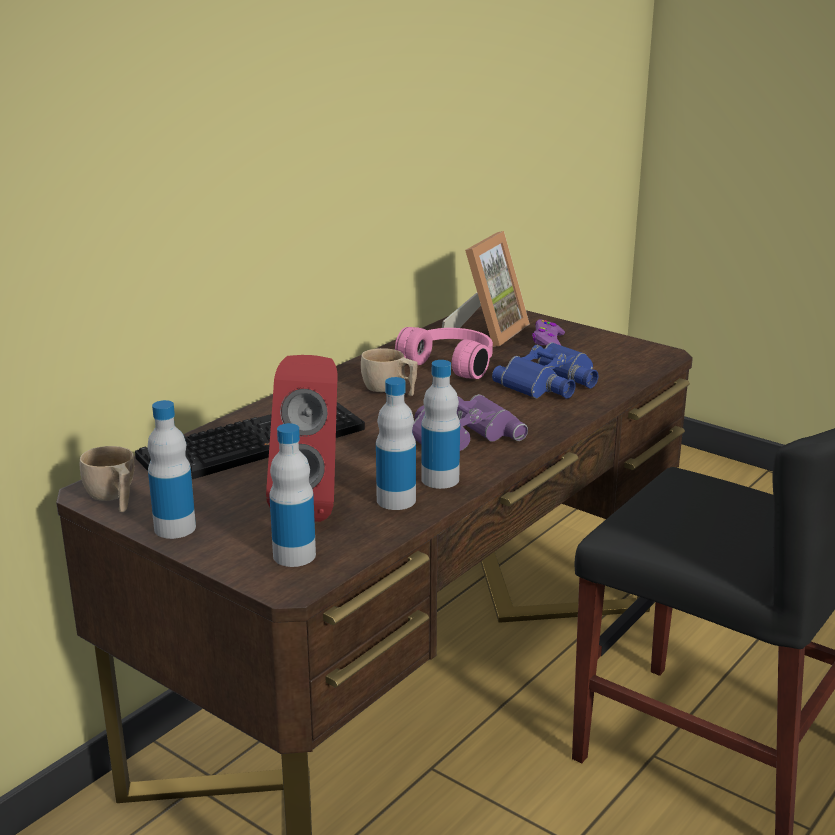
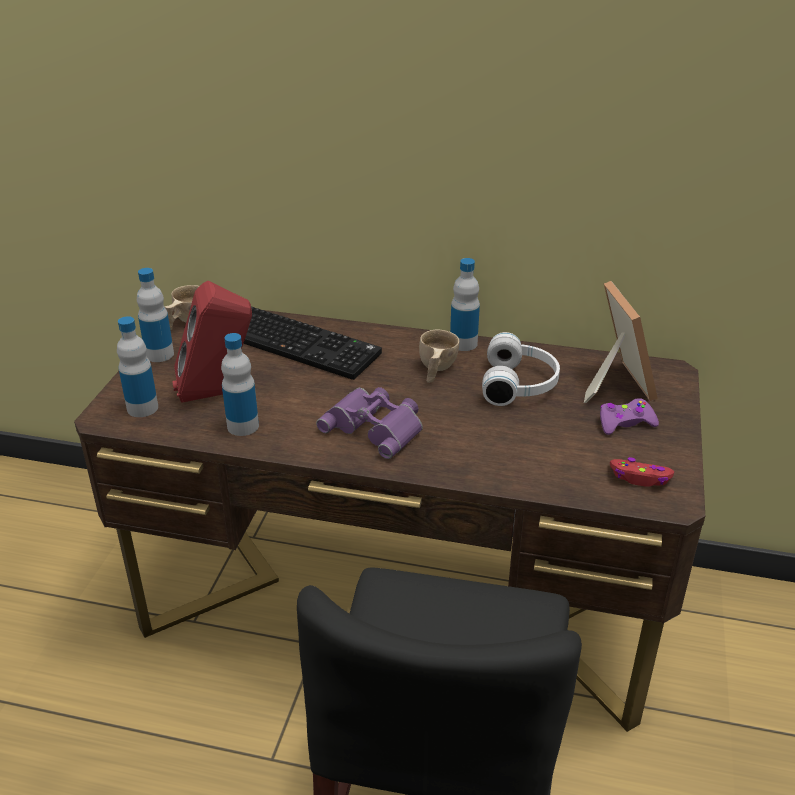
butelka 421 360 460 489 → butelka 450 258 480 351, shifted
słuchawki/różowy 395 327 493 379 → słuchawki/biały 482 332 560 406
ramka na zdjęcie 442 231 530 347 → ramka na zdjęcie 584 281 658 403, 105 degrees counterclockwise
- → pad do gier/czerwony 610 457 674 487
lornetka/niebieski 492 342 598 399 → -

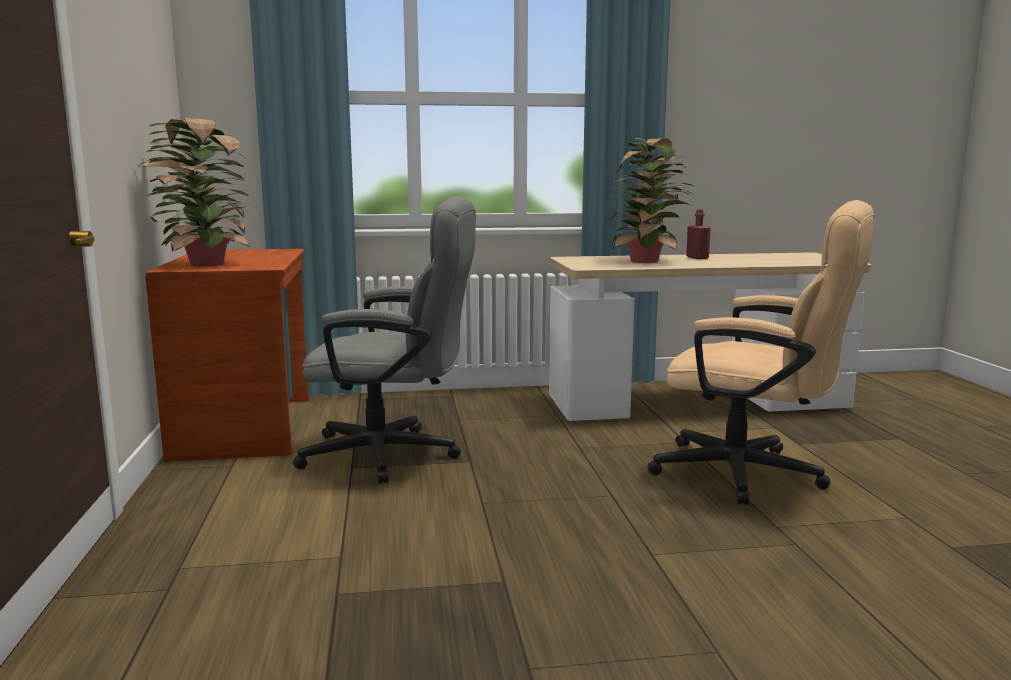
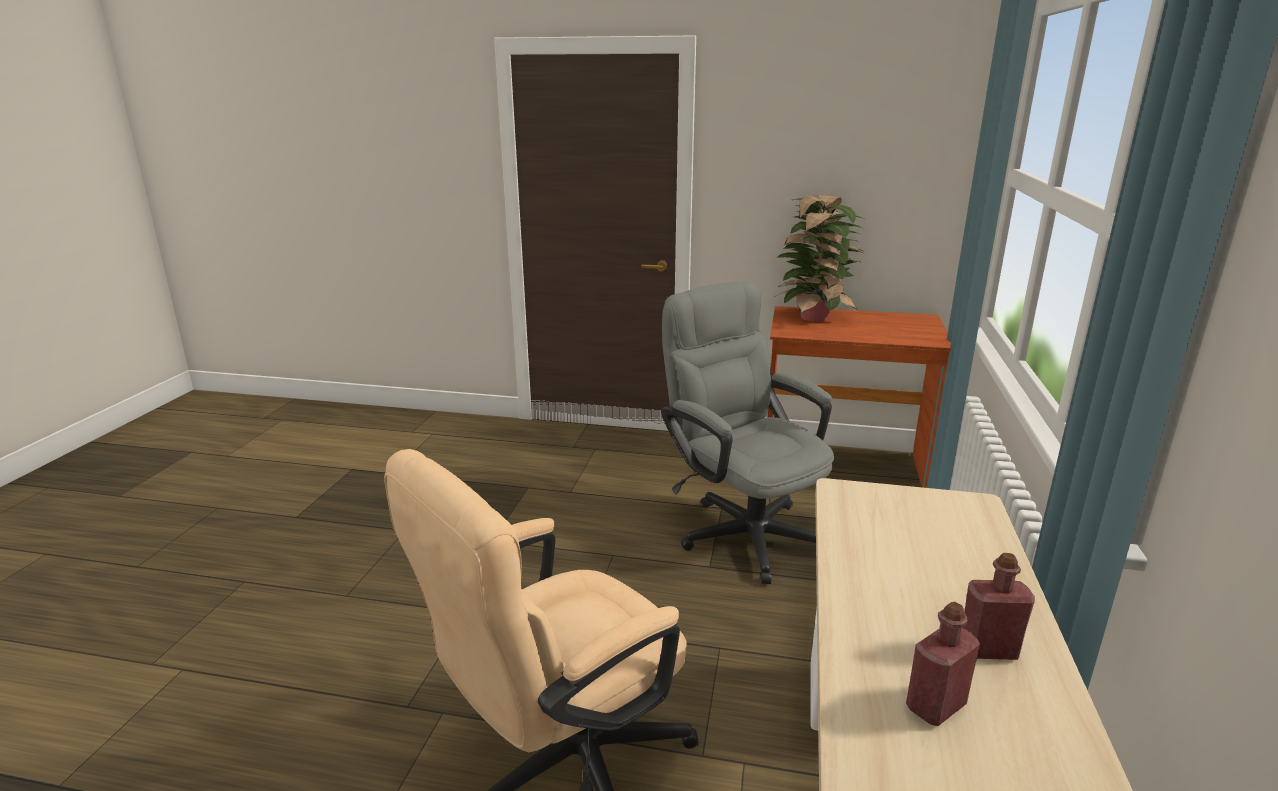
krzesło biurowe/szary 293 196 476 484 → krzesło biurowe/szary 661 281 834 584, 120 degrees clockwise
- → butelka/czerwony 906 602 980 726
roślina doniczkowa 611 138 693 263 → -

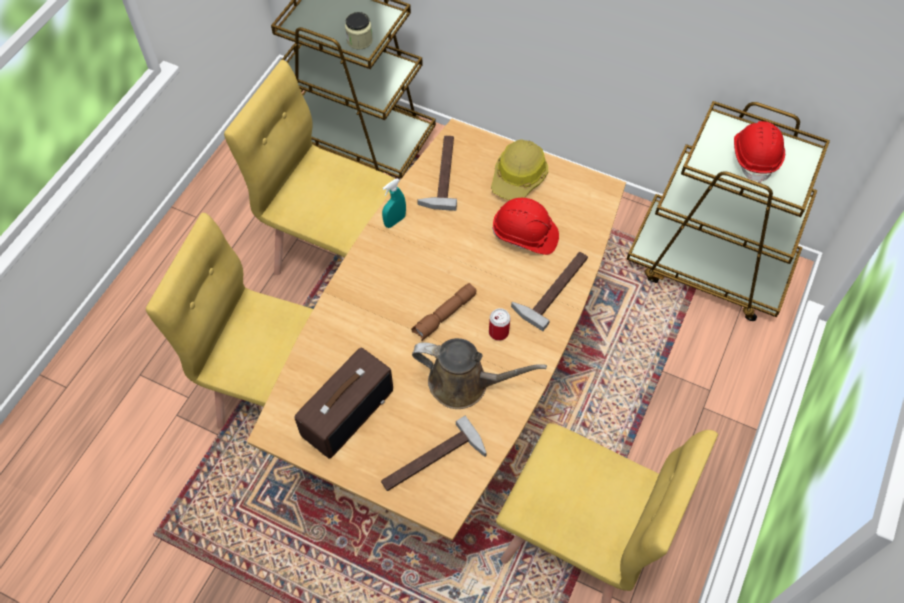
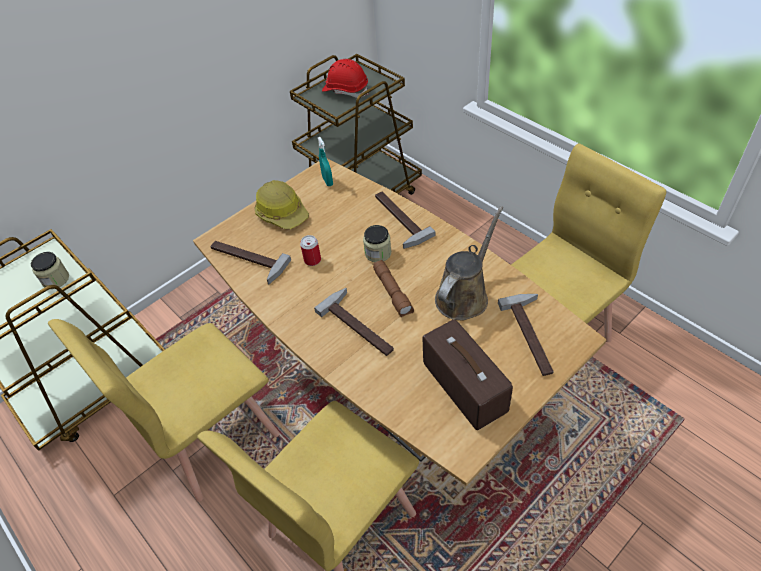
puszka 489 308 510 341 → puszka 300 235 321 266, shifted
- → młotek 314 288 394 356
spryskiwacz/turkusowy 382 178 406 228 → spryskiwacz/turkusowy 317 137 333 186, shifted
- → słoik 363 225 391 262
kask/czerwony 492 198 559 255 → -

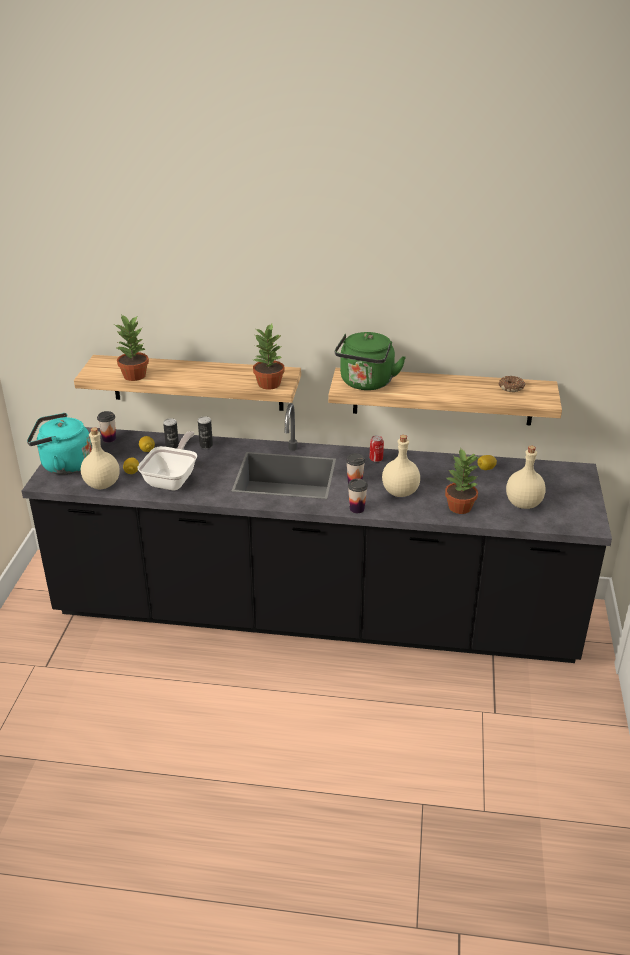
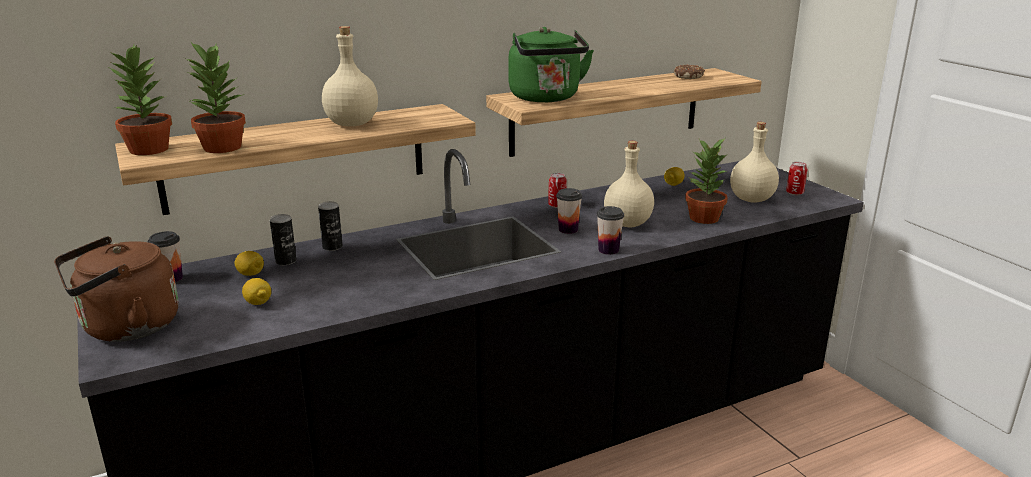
czajnik/turkusowy 27 413 92 475 → czajnik/brązowy 54 236 179 342
roślina doniczkowa 253 324 285 390 → roślina doniczkowa 109 45 172 155, shifted
butelka/beżowy 81 428 120 489 → butelka/beżowy 322 26 378 126, shifted
- → puszka 786 162 807 195
patelnia 137 431 197 490 → -

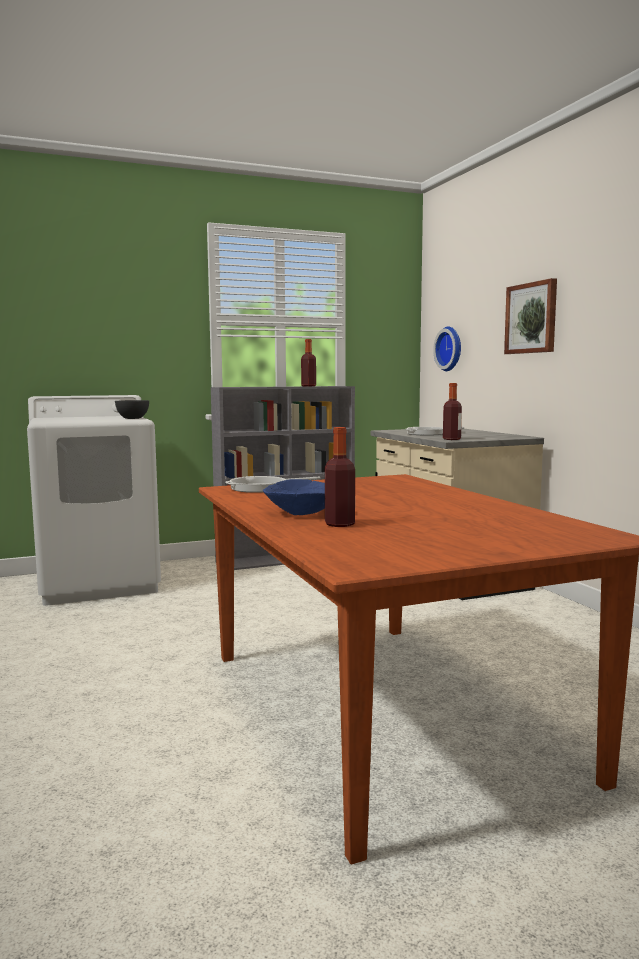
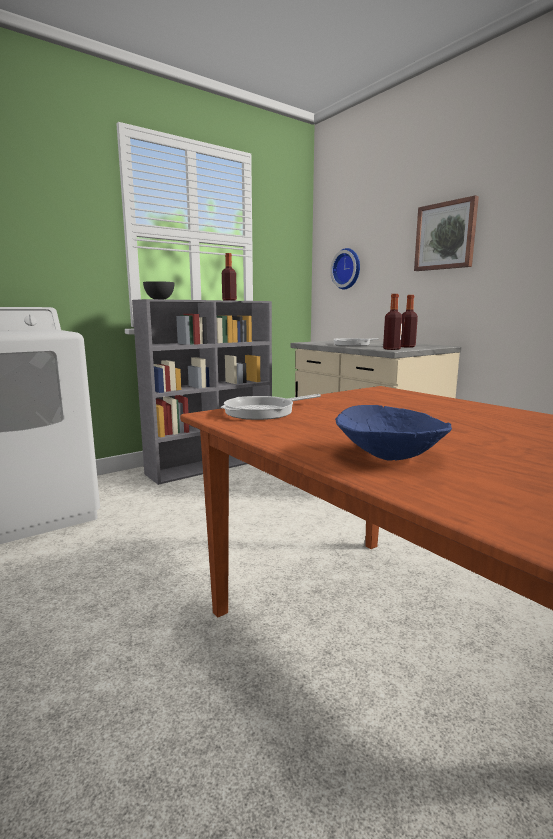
miska/szary 115 400 149 419 → miska/szary 143 281 174 299, shifted
butelka 325 427 355 527 → butelka 401 295 418 348, shifted

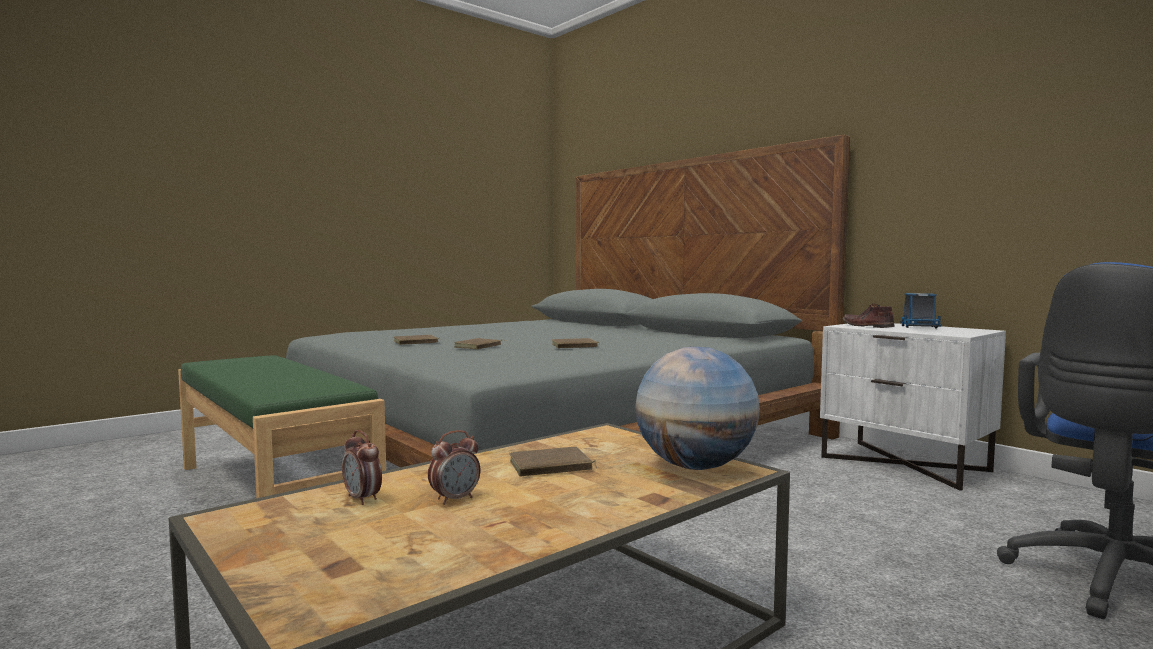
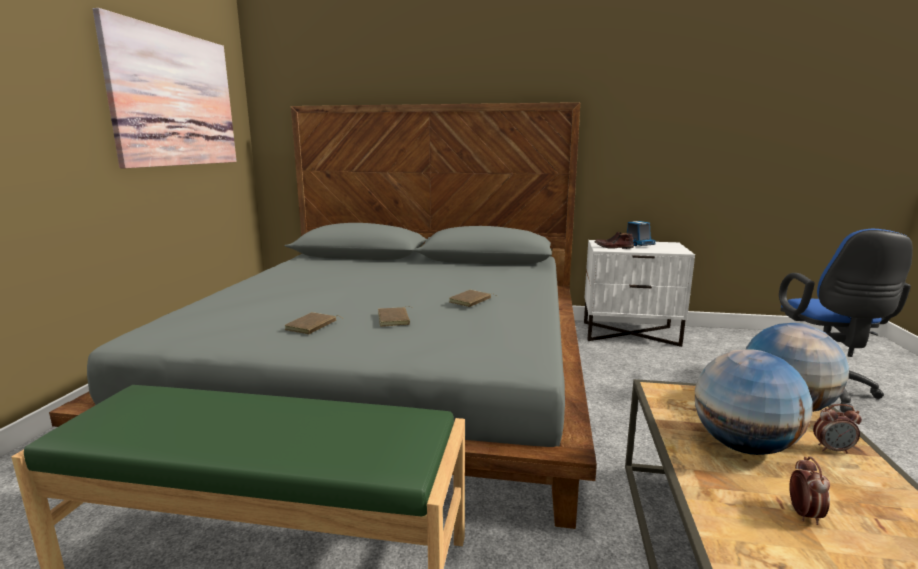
- → obraz 93 8 237 168
książka/brązowy 509 447 597 477 → globus 695 349 813 455
budzik 342 430 382 505 → budzik 813 404 862 453, shifted

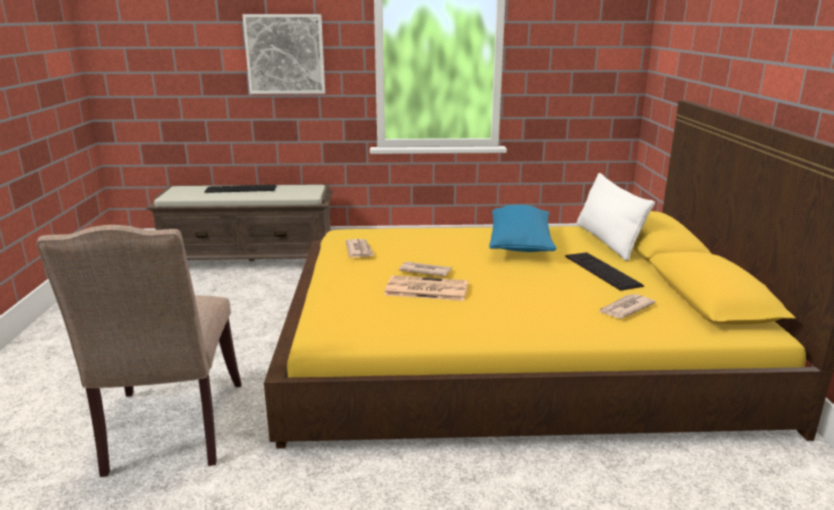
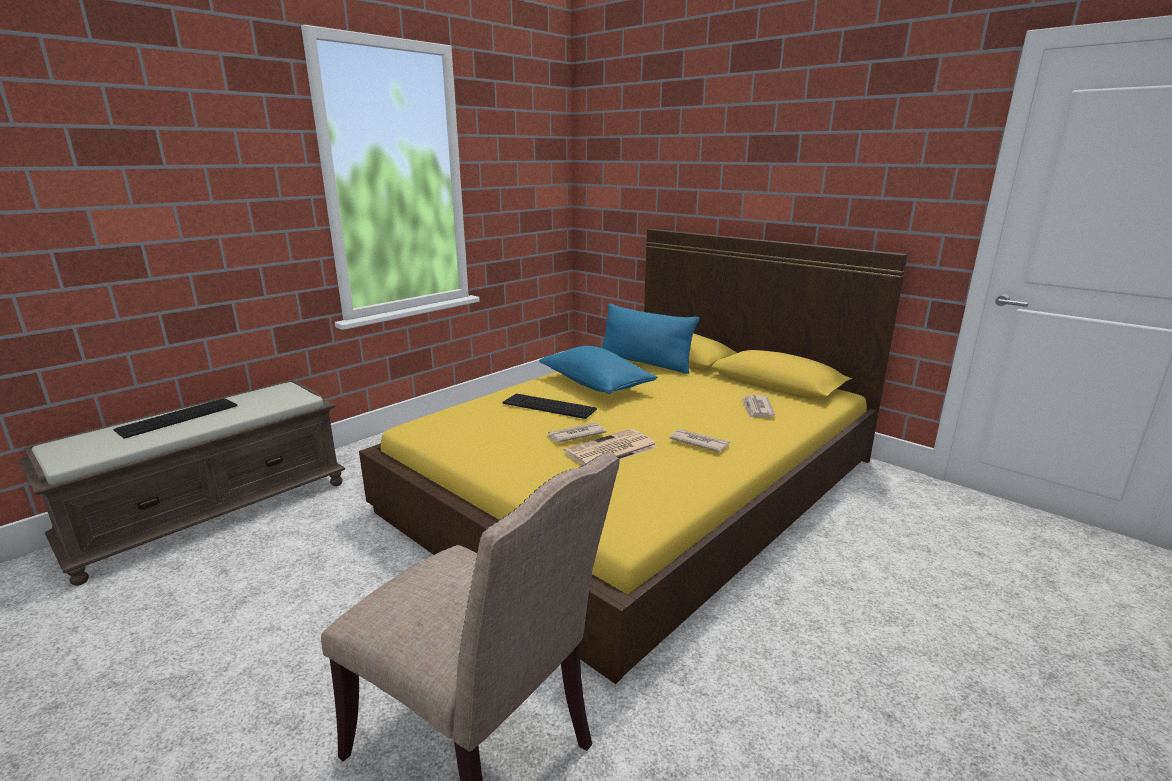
klawiatura 565 252 644 291 → klawiatura 502 394 597 419, shifted
poduszka/biały 577 173 655 261 → poduszka/niebieski 601 303 700 374
gazeta 346 239 374 257 → gazeta 669 429 730 452, shifted
obraz 243 14 325 94 → -

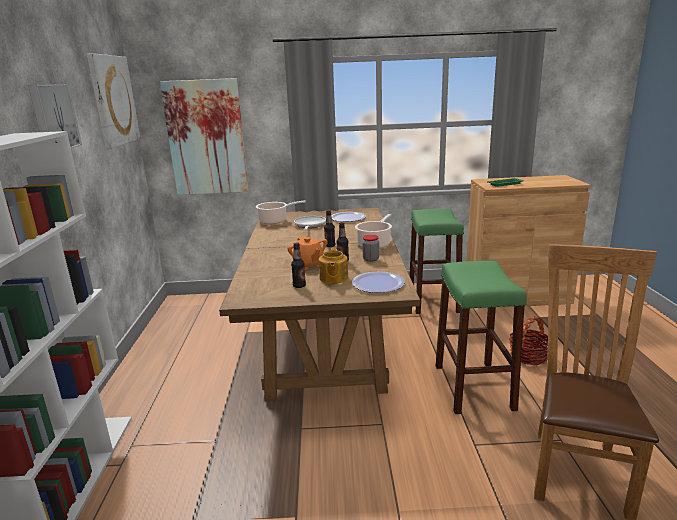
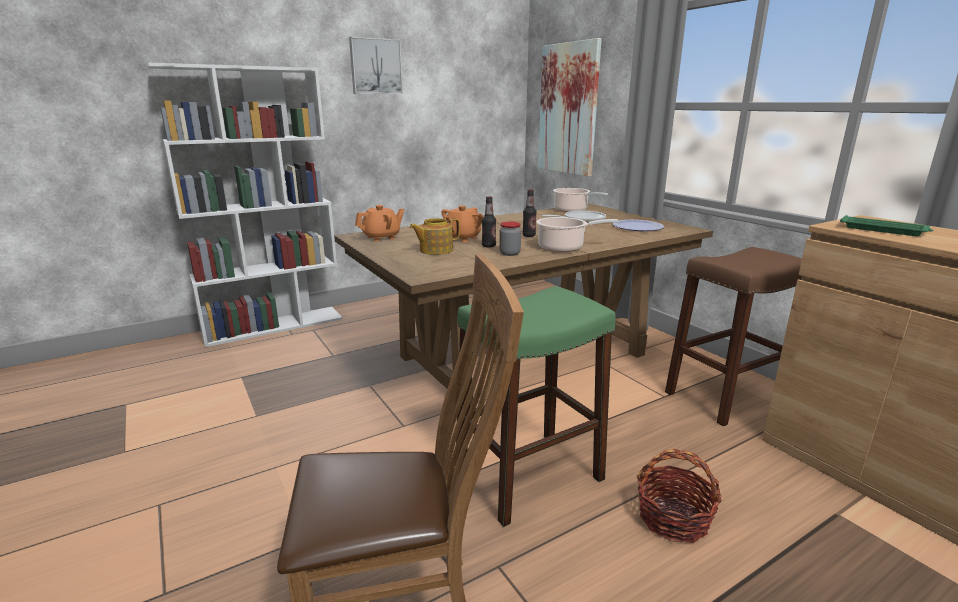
- → imbryk/pomarańczowy 355 205 404 241
stołek/zielony 409 209 464 314 → stołek/brązowy 665 247 802 426
obraz 87 53 141 149 → -
butelka 291 242 306 288 → -
talerz 352 272 405 293 → -

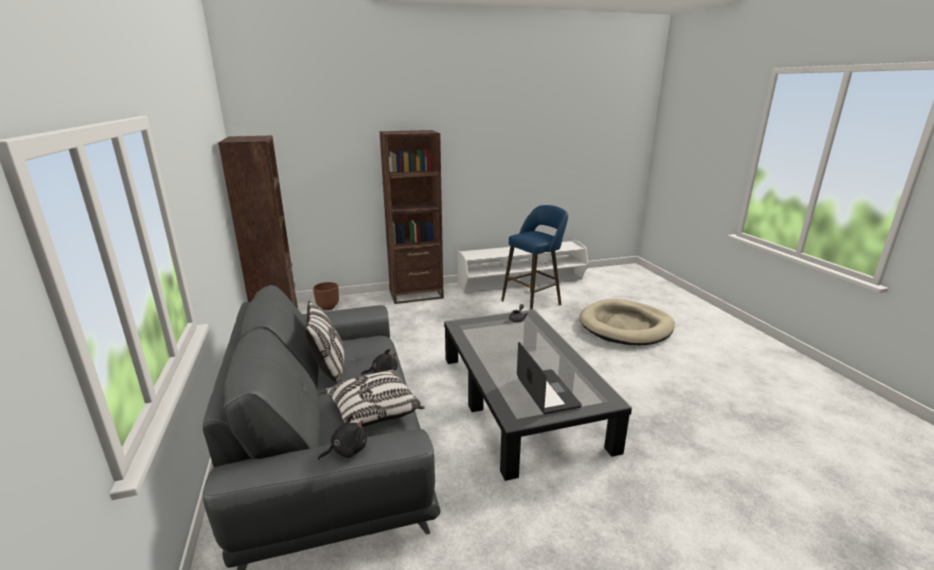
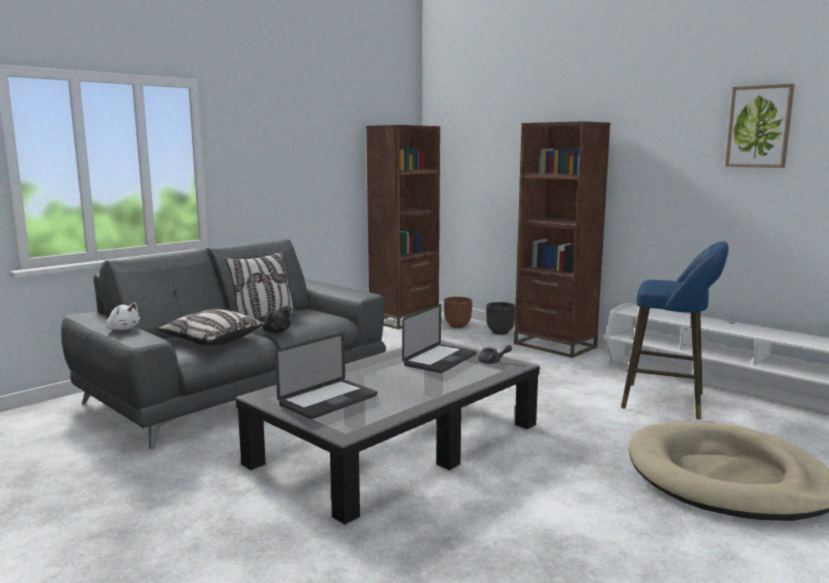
pluszak/czarny 318 415 367 460 → pluszak/biały 105 302 140 330
- → laptop 402 304 477 373
- → donica/czarny 486 302 516 335
- → obraz 725 84 795 168

